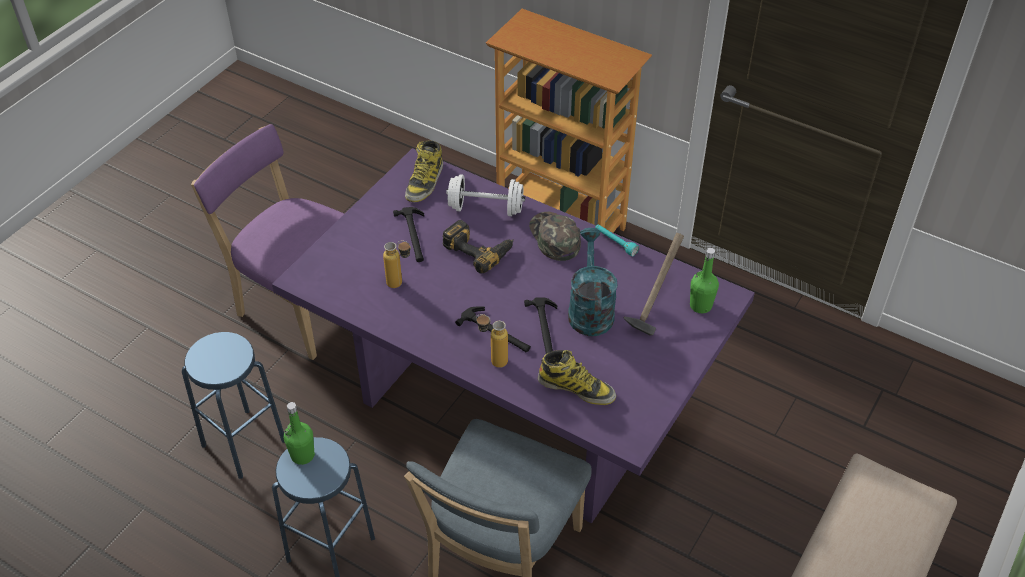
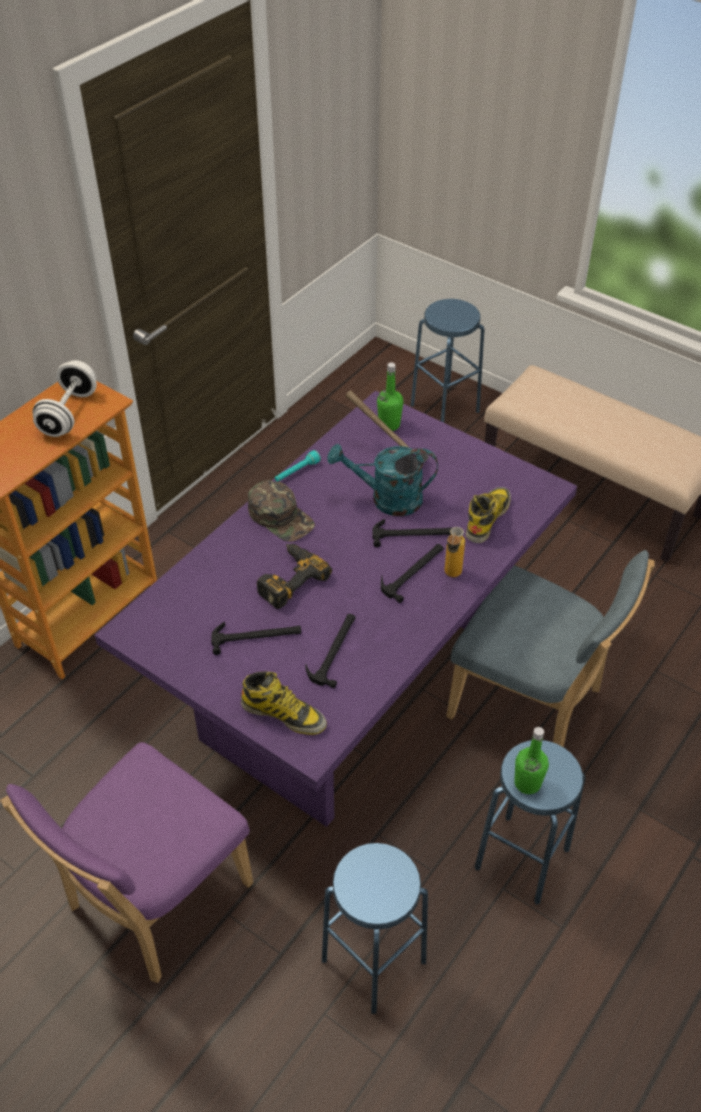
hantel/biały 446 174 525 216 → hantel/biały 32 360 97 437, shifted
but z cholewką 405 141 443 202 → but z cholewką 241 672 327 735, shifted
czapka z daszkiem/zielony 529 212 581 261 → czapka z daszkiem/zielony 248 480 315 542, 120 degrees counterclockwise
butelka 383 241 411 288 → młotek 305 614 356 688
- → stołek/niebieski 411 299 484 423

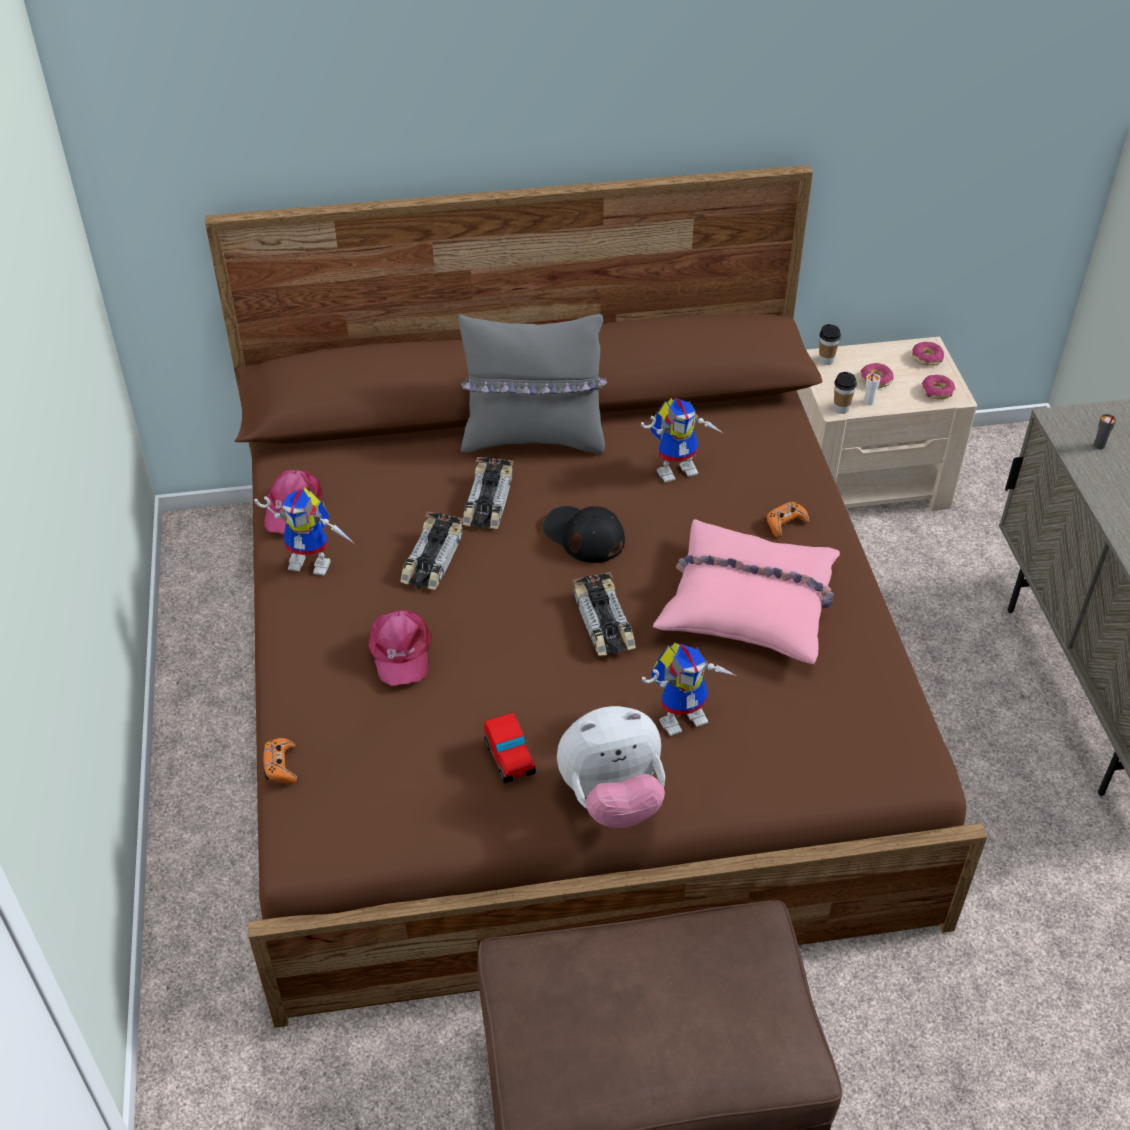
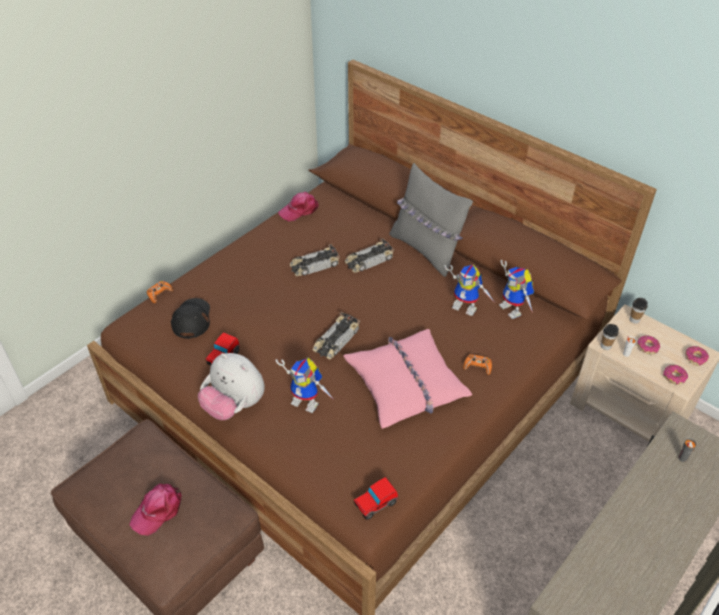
czapka z daszkiem/różowy 368 610 432 686 → czapka z daszkiem/różowy 129 483 182 536, shifted
czapka z daszkiem/czarny 543 506 625 563 → czapka z daszkiem/czarny 171 298 210 339, shifted
- → samochodzik 353 477 398 520
robot zabawkowy 254 487 356 576 → robot zabawkowy 499 260 534 319, shifted

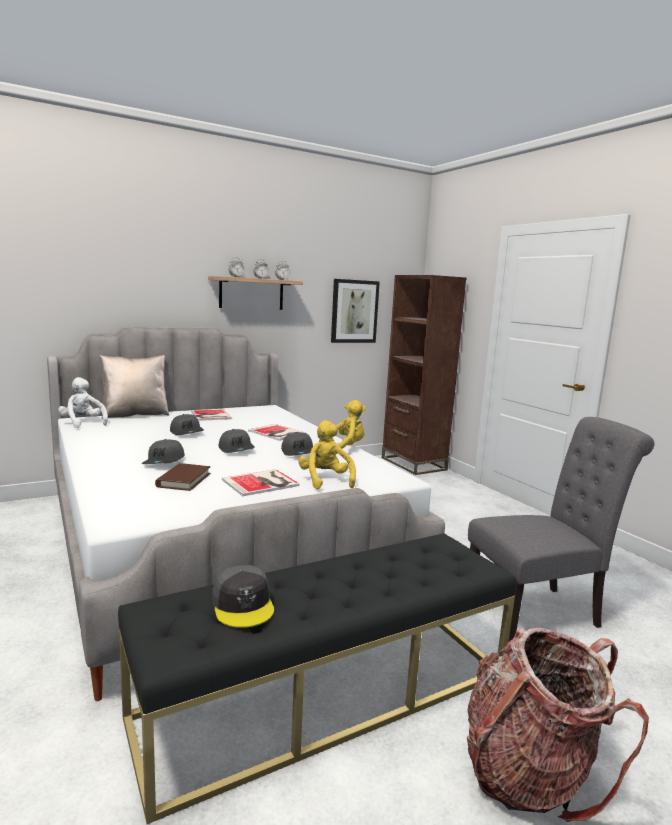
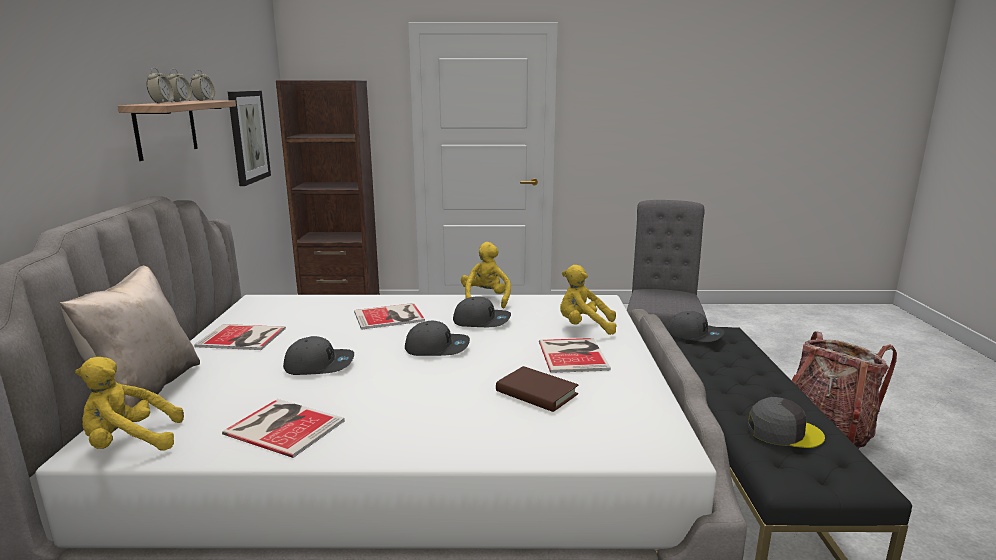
pluszak/biały 58 377 108 428 → pluszak/żółty 75 357 184 451
- → książka 222 399 345 458
czapka z daszkiem/szary 142 439 185 464 → czapka z daszkiem/szary 667 311 724 342, shifted

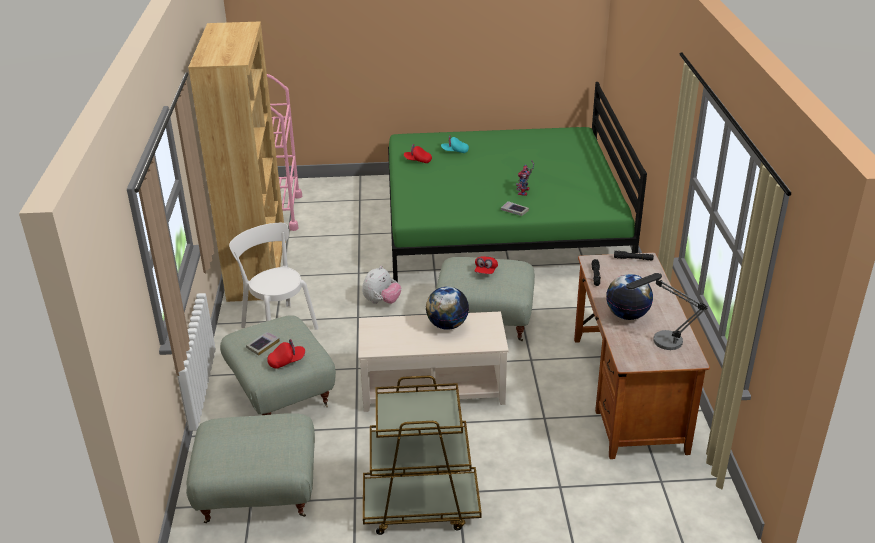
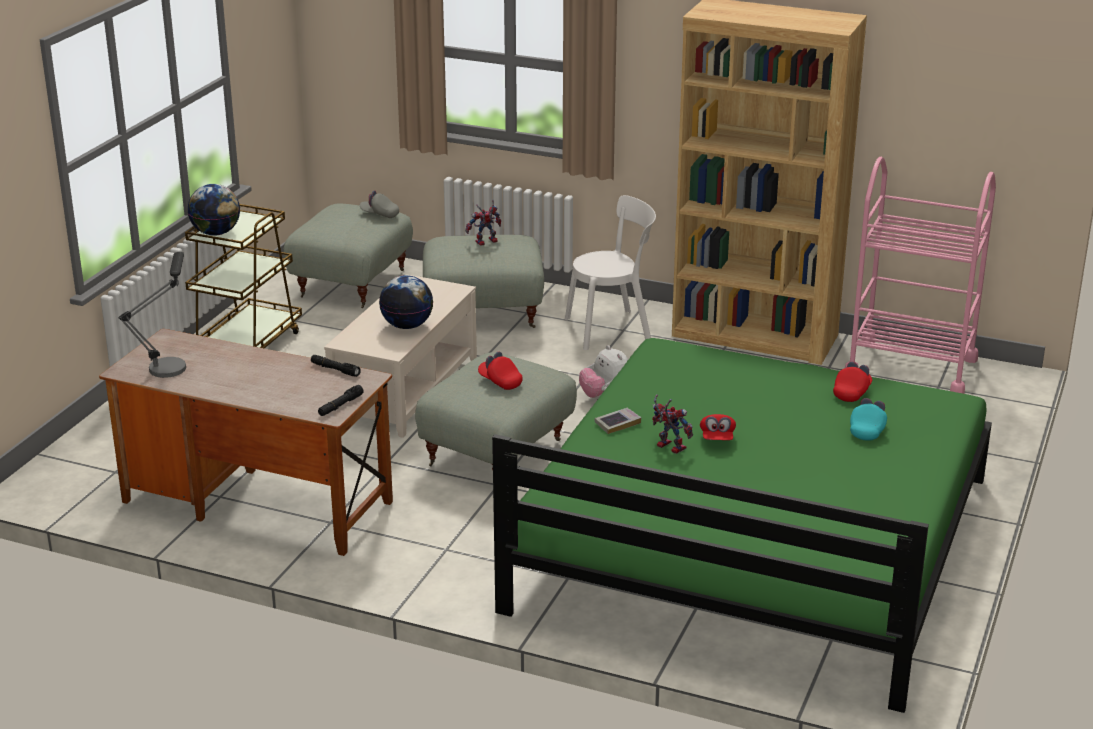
globus 606 274 653 320 → globus 187 184 240 236, shifted
- → czapka z daszkiem/szary 360 190 399 218
książka 246 332 280 356 → robot zabawkowy 465 200 501 246
czapka z daszkiem/czerwony 267 339 305 369 → czapka z daszkiem/czerwony 700 414 736 440, shifted

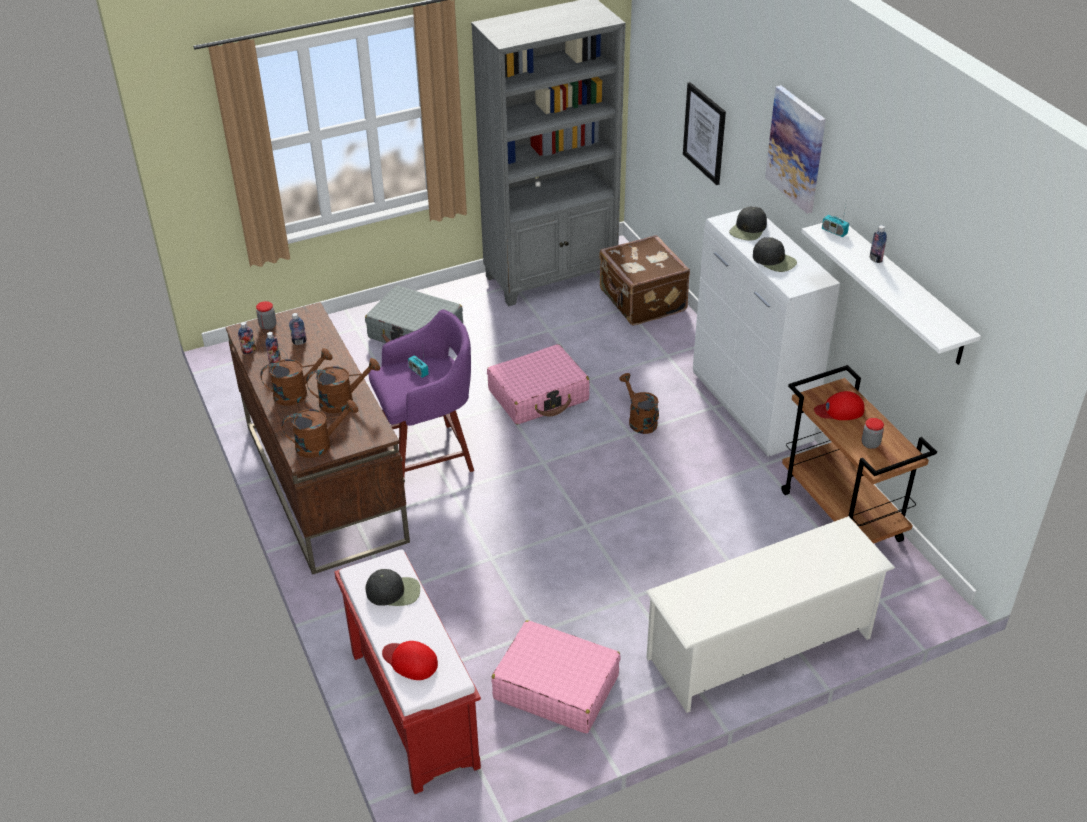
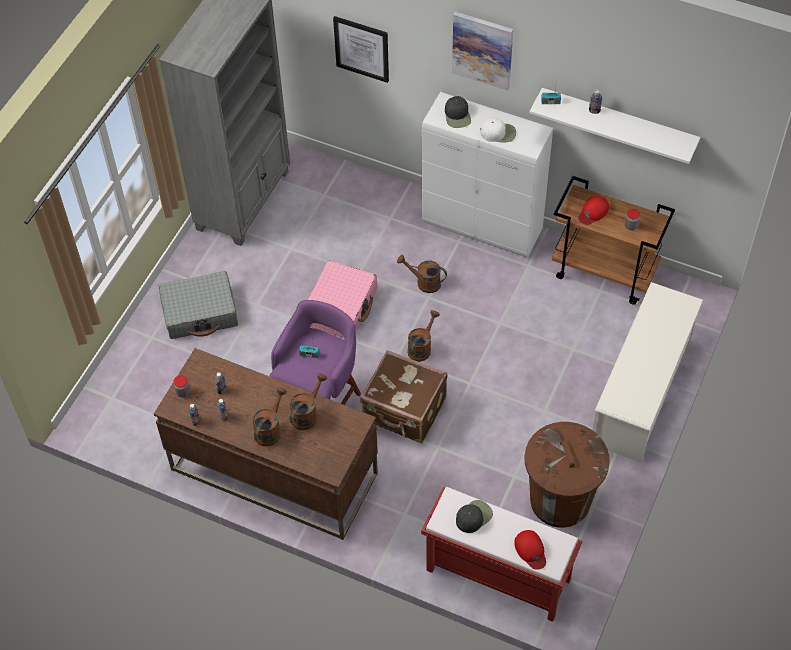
walizka/brązowy 599 235 690 325 → walizka/brązowy 360 350 448 443, shifted
konewka/brązowy 282 400 358 458 → konewka/brązowy 407 310 440 362, shifted
czapka z daszkiem/czarny 753 237 797 272 → czapka z daszkiem/biały 480 118 516 142
czapka z daszkiem/czerwony 382 641 438 680 → czapka z daszkiem/czerwony 514 530 546 570, 105 degrees counterclockwise
walizka/różowy 491 620 621 733 → kosz na śmieci/brązowy 525 422 610 528

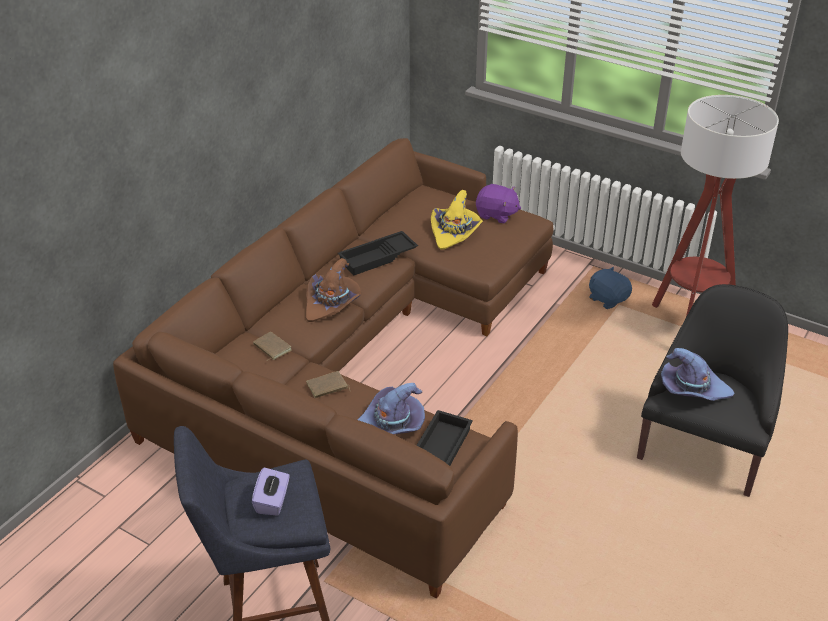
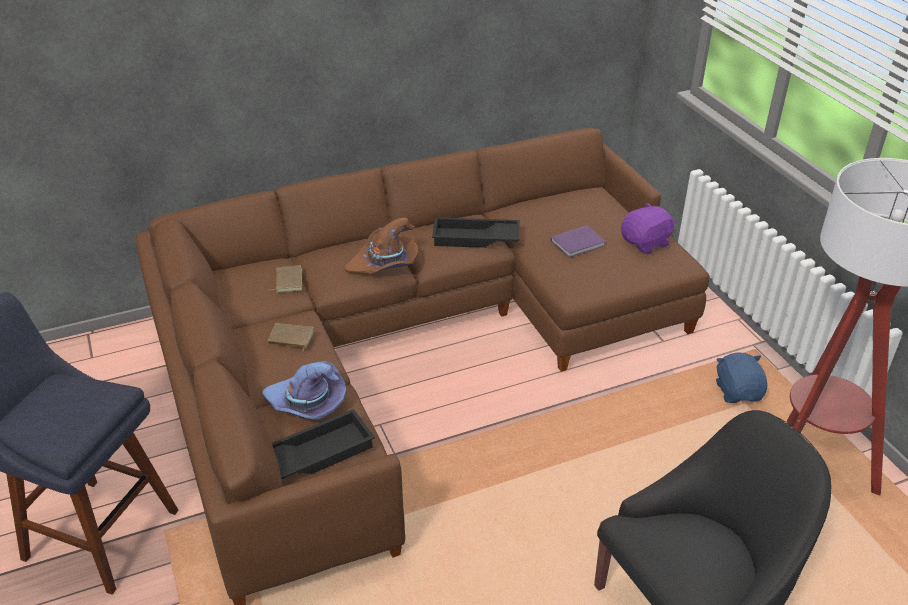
kapelusz/żółty 431 190 483 250 → książka/fioletowy 551 225 606 258
pluszak/fioletowy 476 184 521 223 → pluszak/fioletowy 621 203 676 254, 90 degrees counterclockwise
pudełko chusteczek/fioletowy 252 467 290 516 → -
kapelusz/fioletowy 661 348 735 401 → -

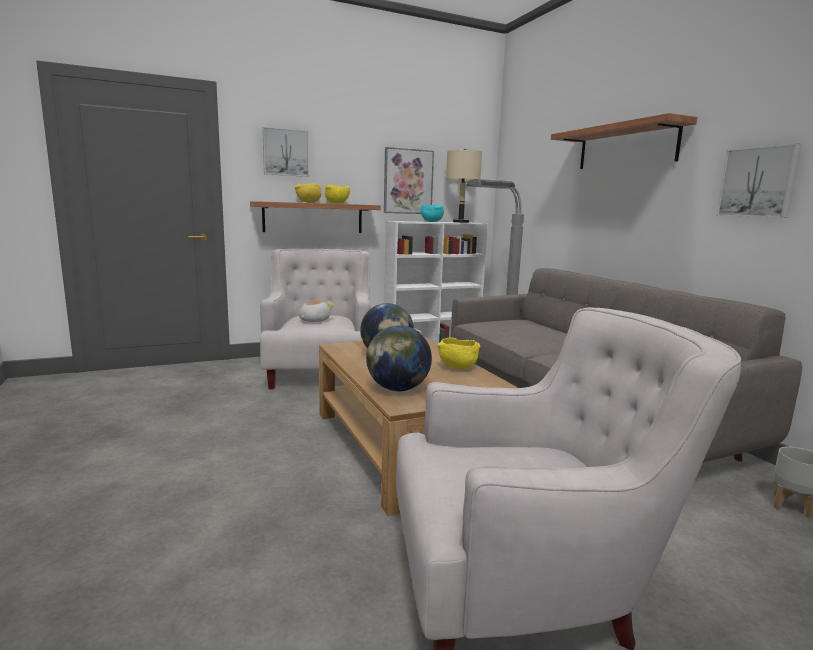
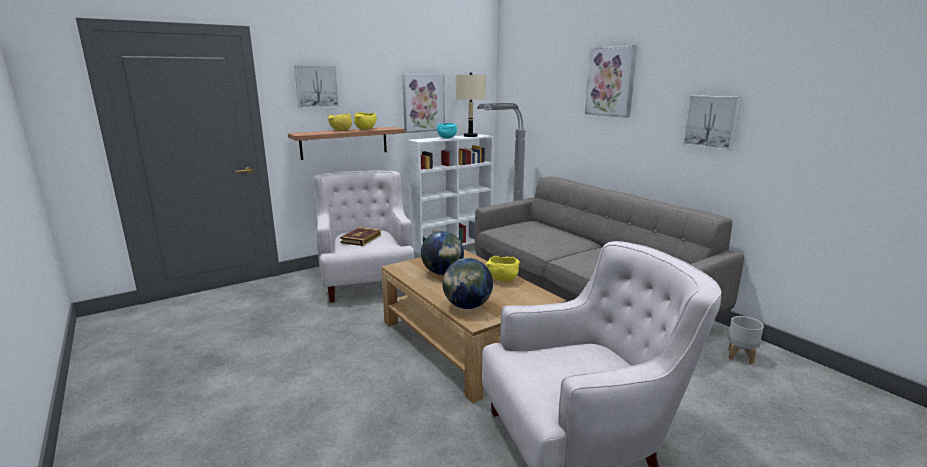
pluszak 299 300 334 322 → książka 340 227 381 246
półka 551 113 698 169 → obraz 585 45 637 118

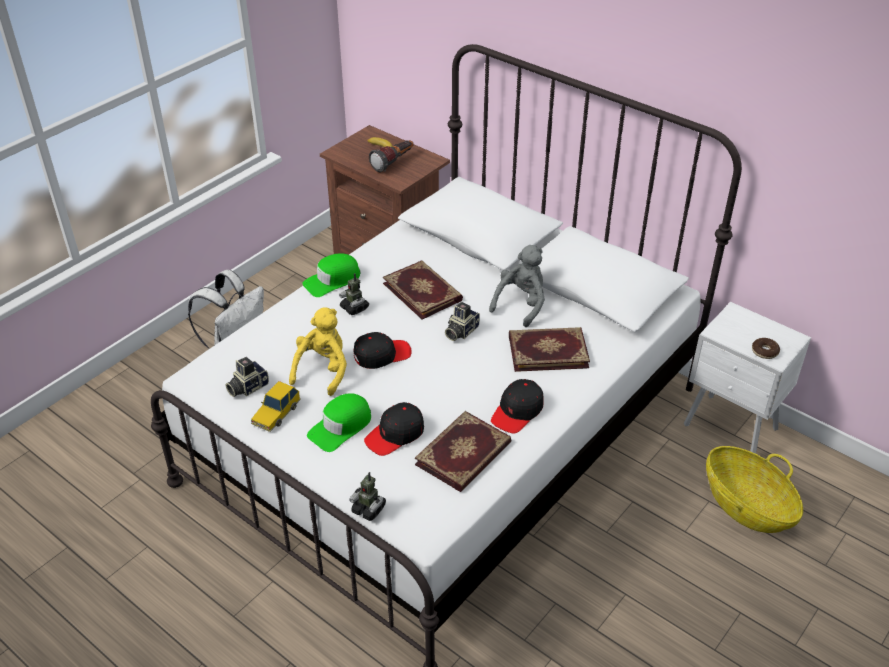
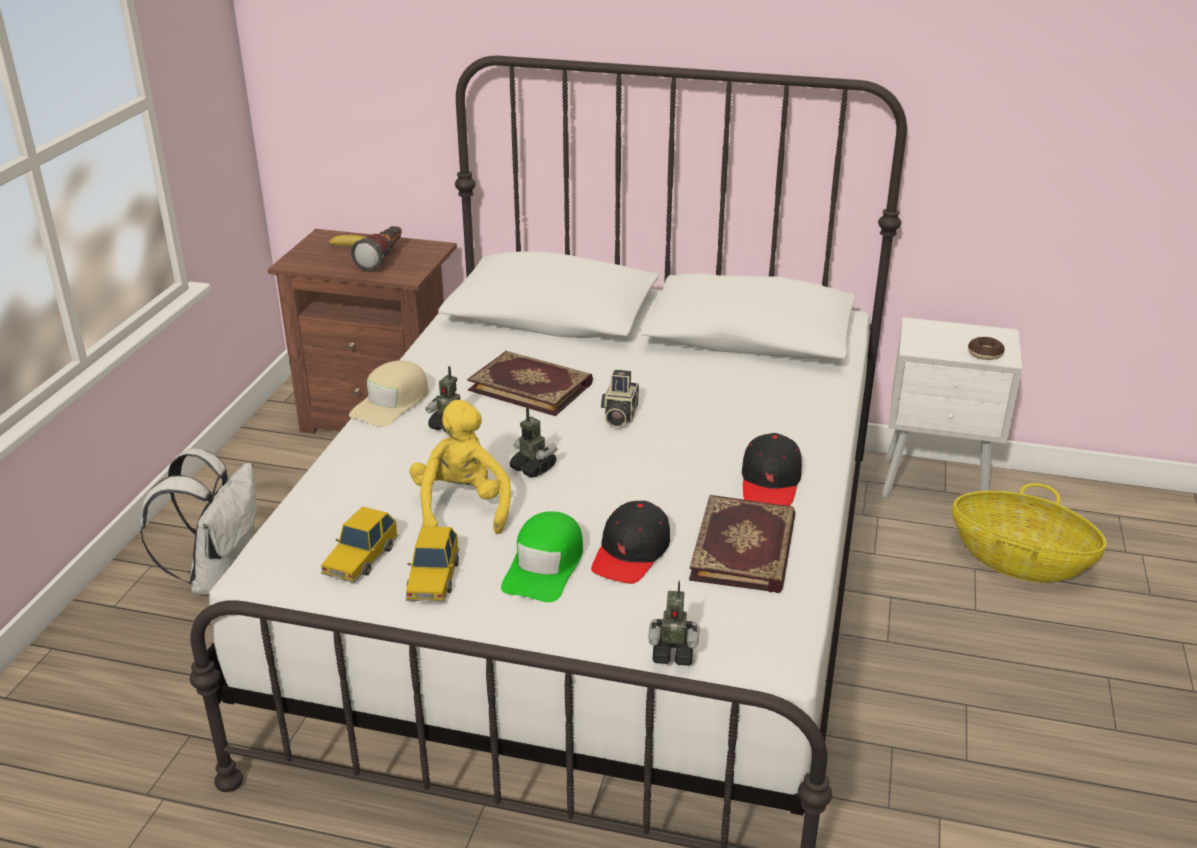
aparat fotograficzny 226 357 269 397 → samochodzik 321 507 399 583
czapka z daszkiem/zielony 302 253 360 297 → czapka z daszkiem/beżowy 349 360 429 427
czapka z daszkiem/czarny 353 332 411 369 → robot zabawkowy 510 407 557 478
pluszak/szary 489 245 545 327 → -
książka 509 327 590 372 → -

